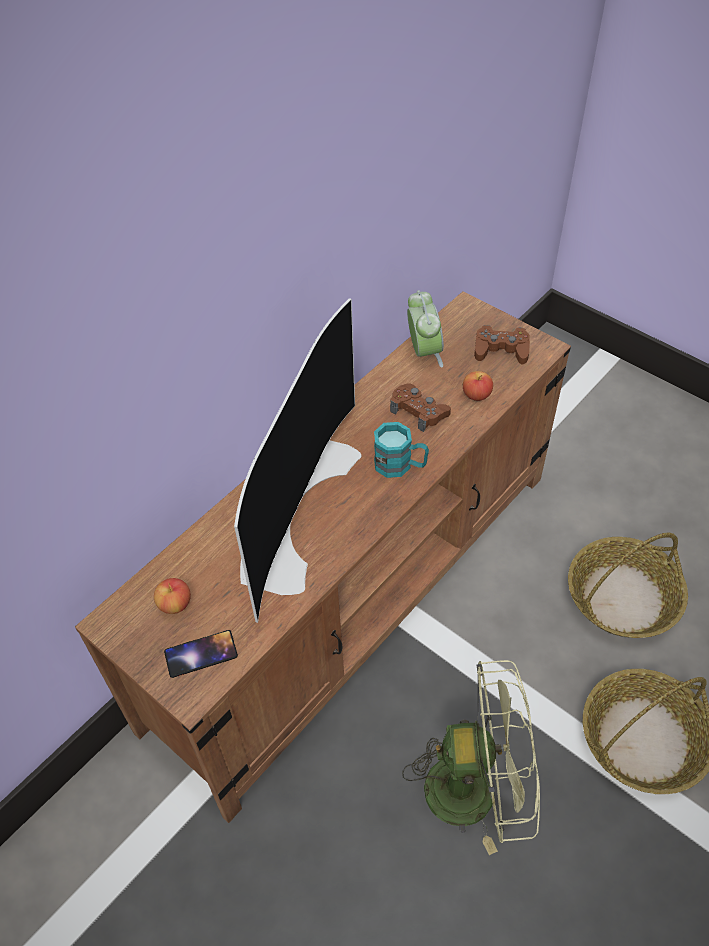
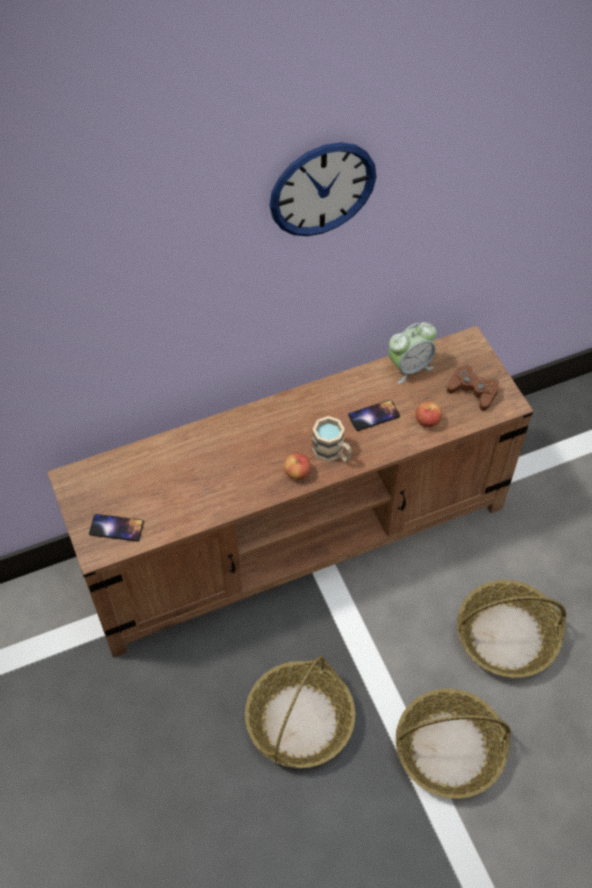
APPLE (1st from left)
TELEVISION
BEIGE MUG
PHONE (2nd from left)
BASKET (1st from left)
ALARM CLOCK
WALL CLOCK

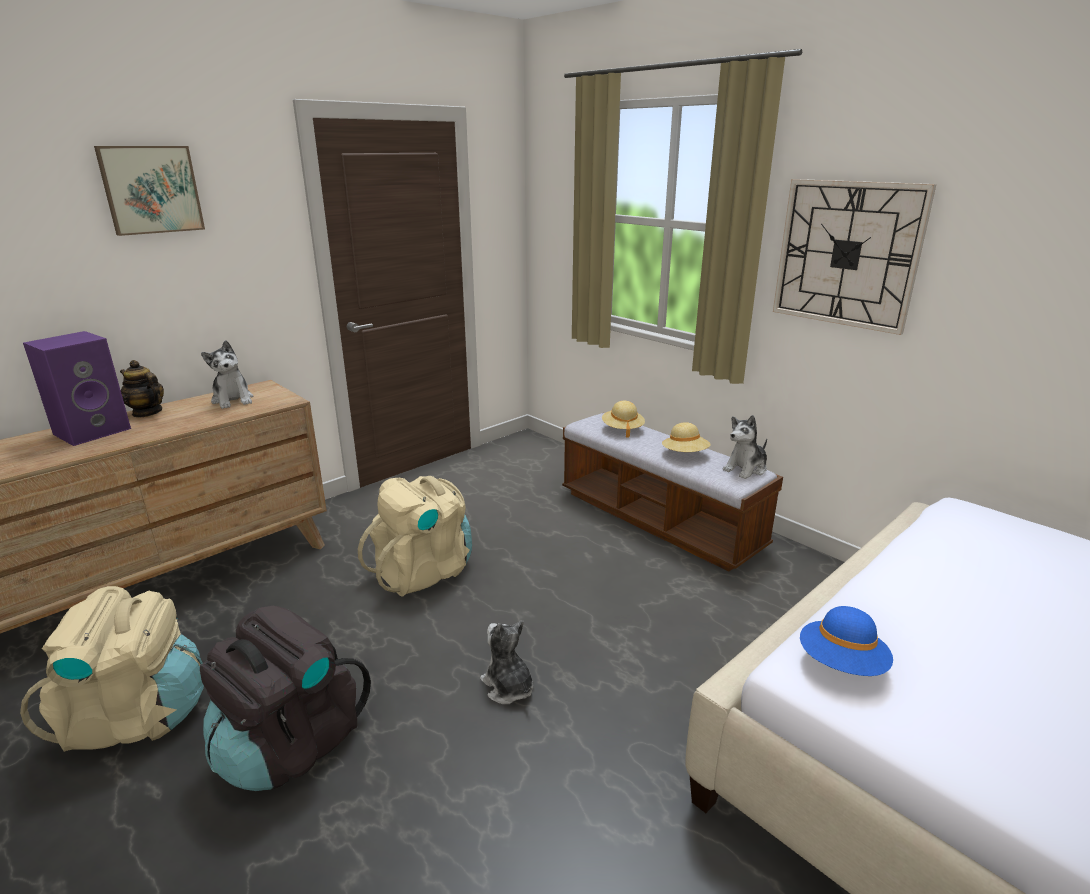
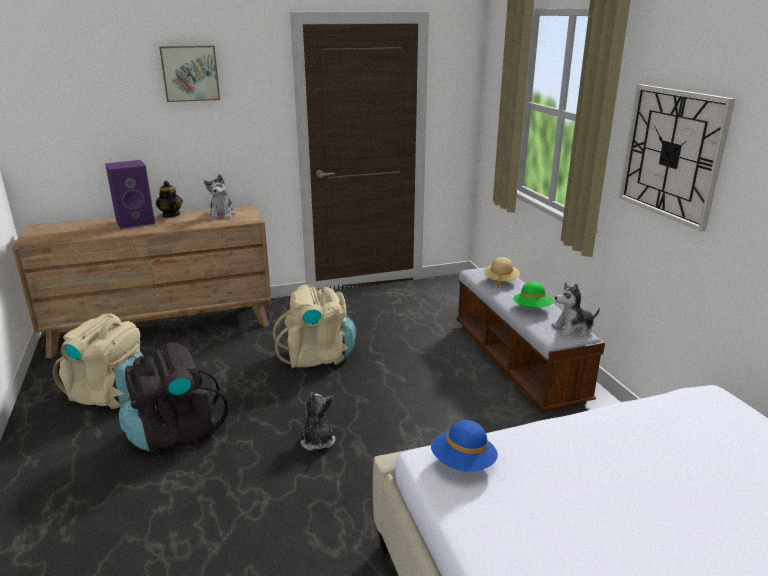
GREEN HAT

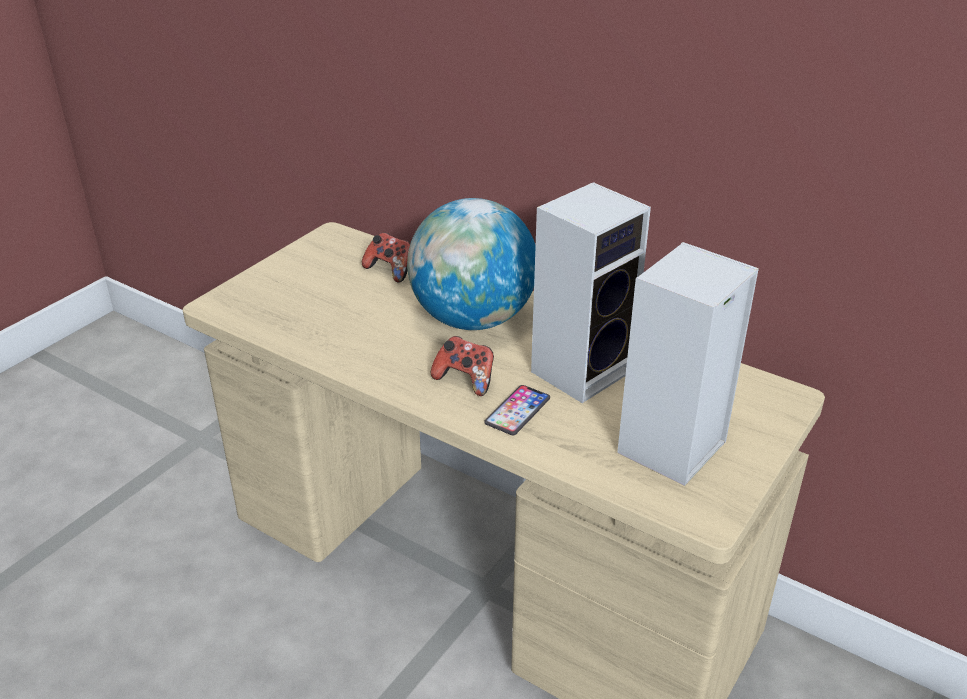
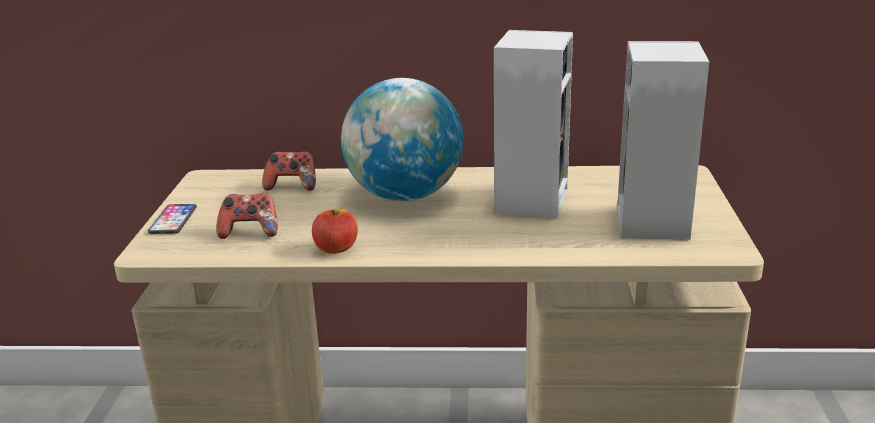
GAME CONTROLLER (1st from left)
PHONE
APPLE

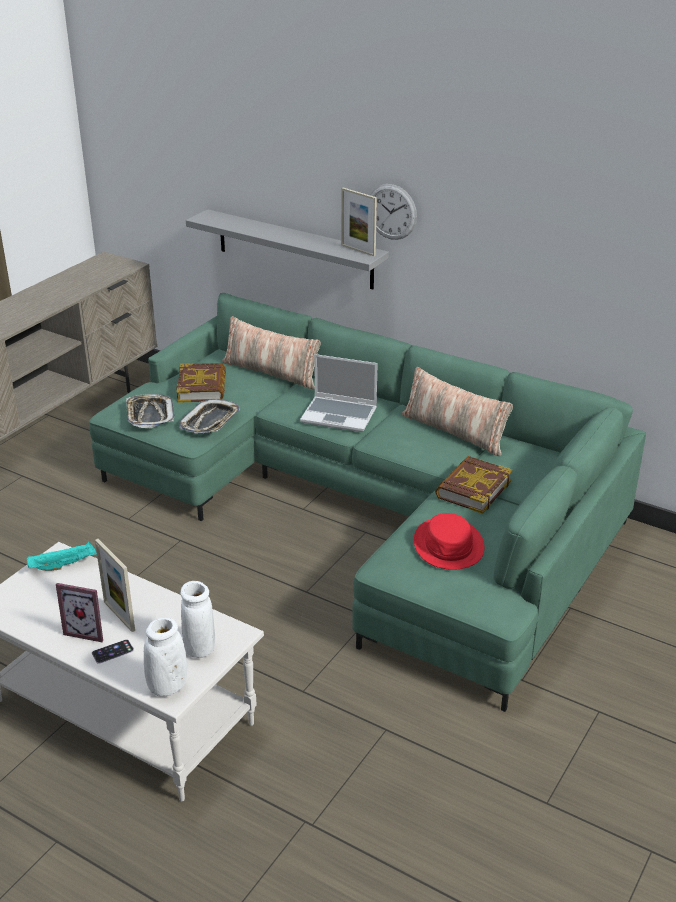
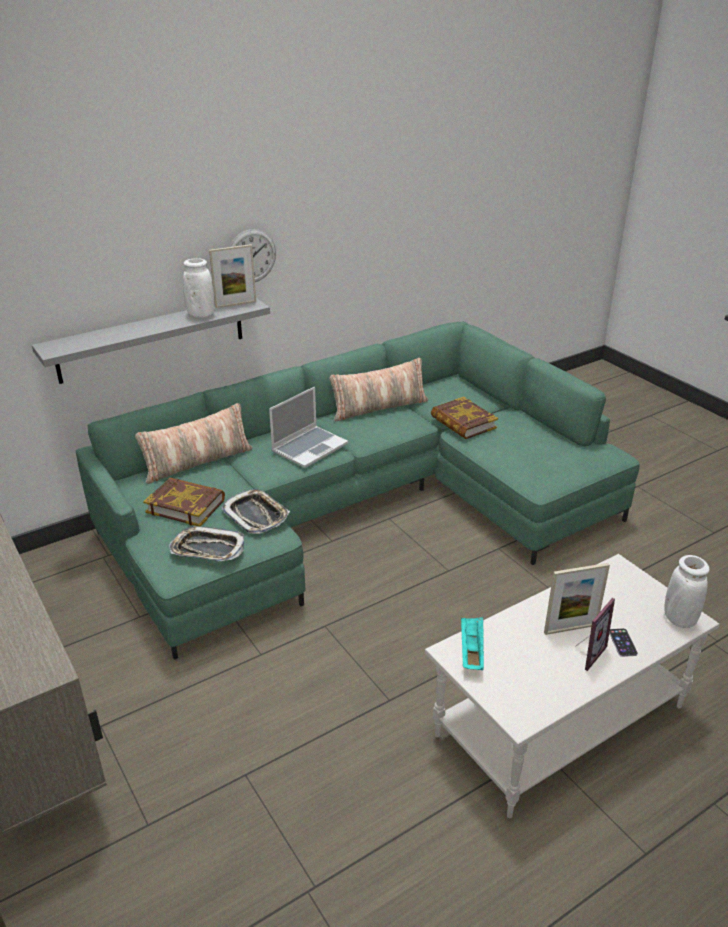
WHITE VASE (1st from left)
RED HAT

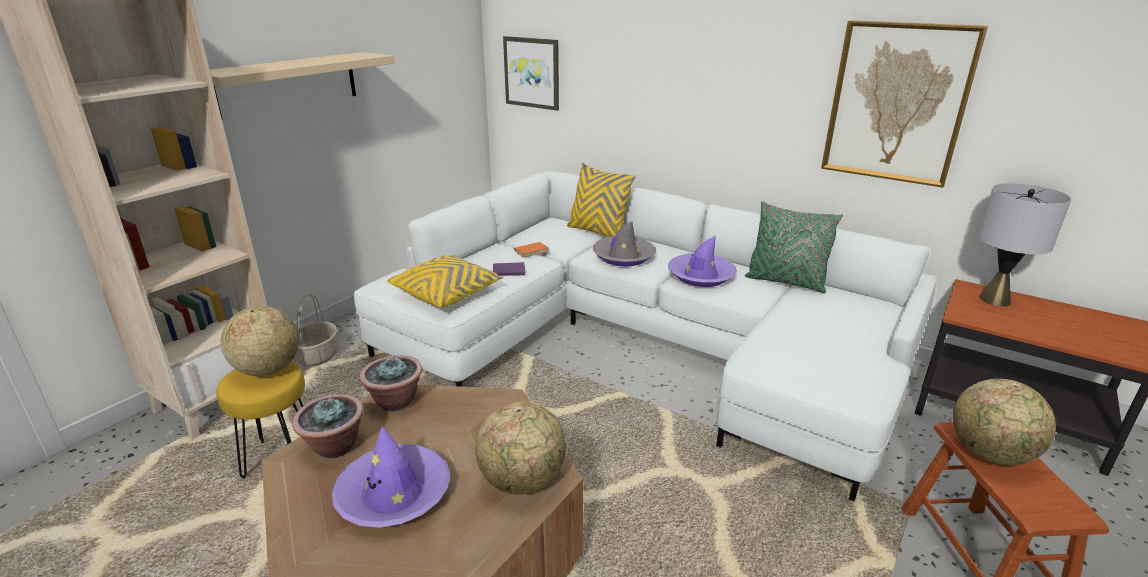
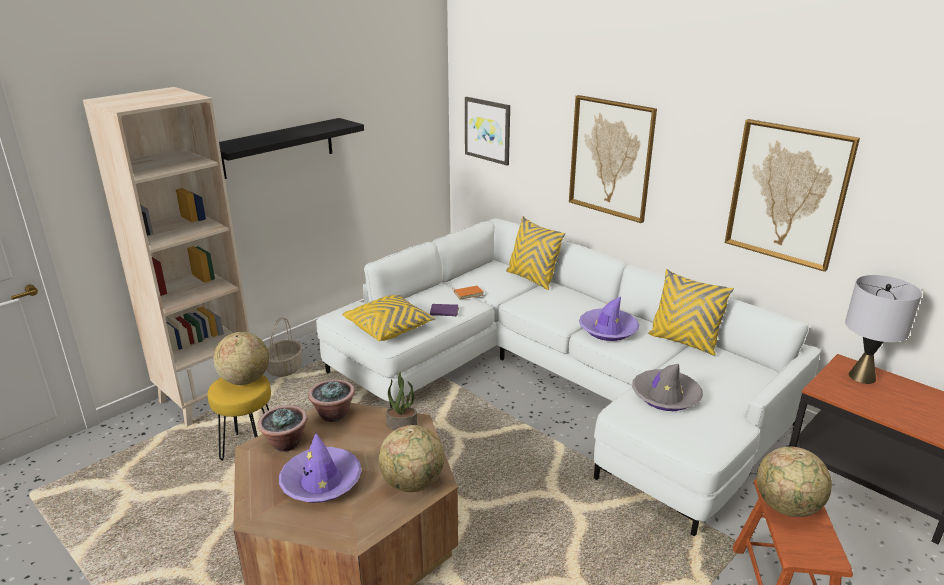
BLACK SHELF
GREY HAT
YELLOW PILLOW (3rd from left)
POTTED PLANT (3rd from left)
PICTURE (2nd from left)

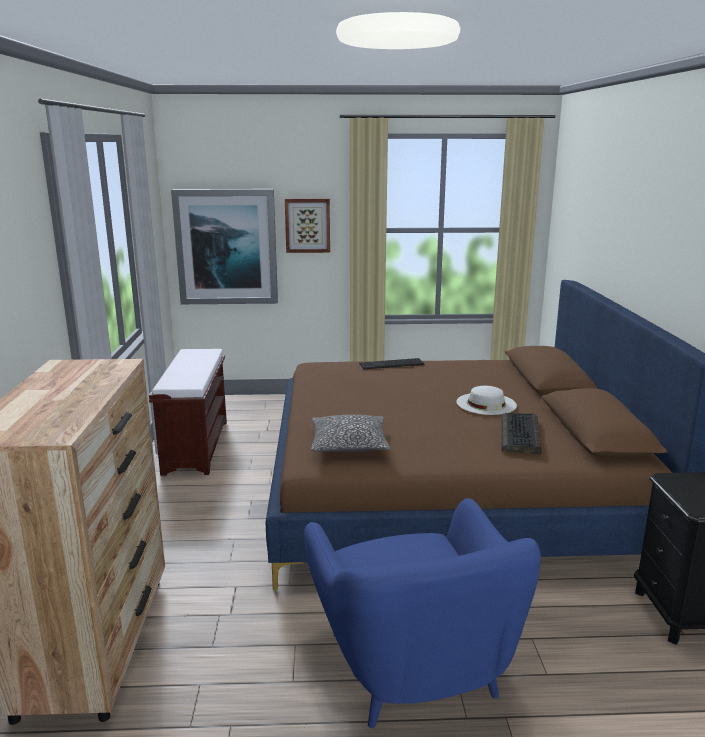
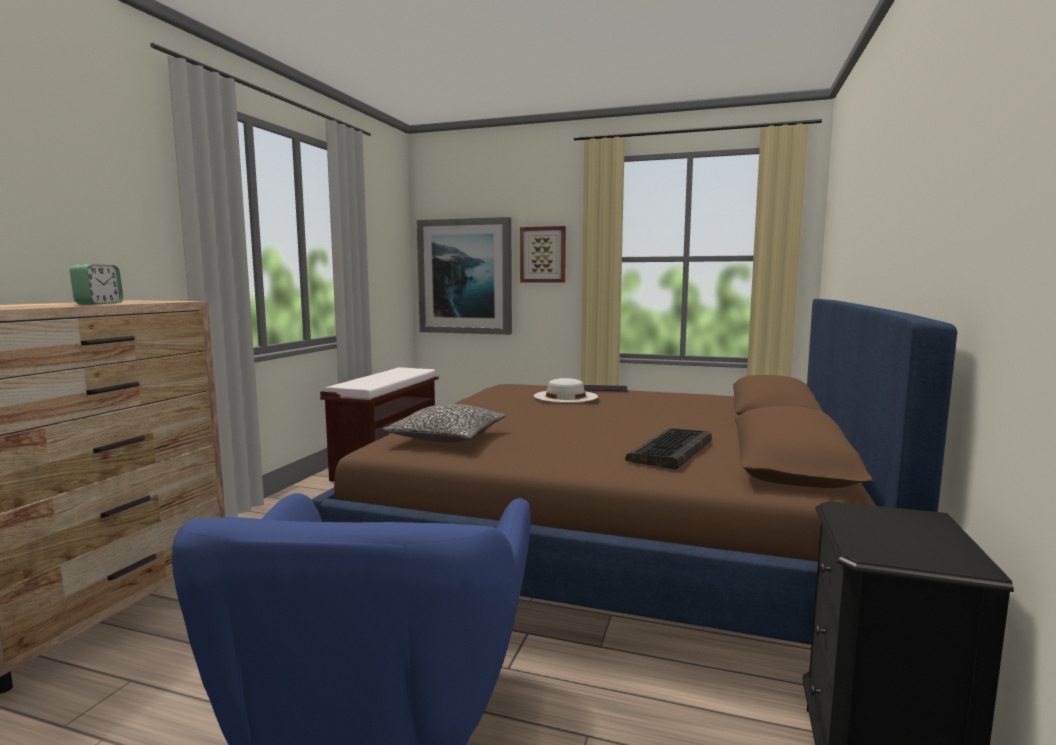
WHITE HAT
ALARM CLOCK

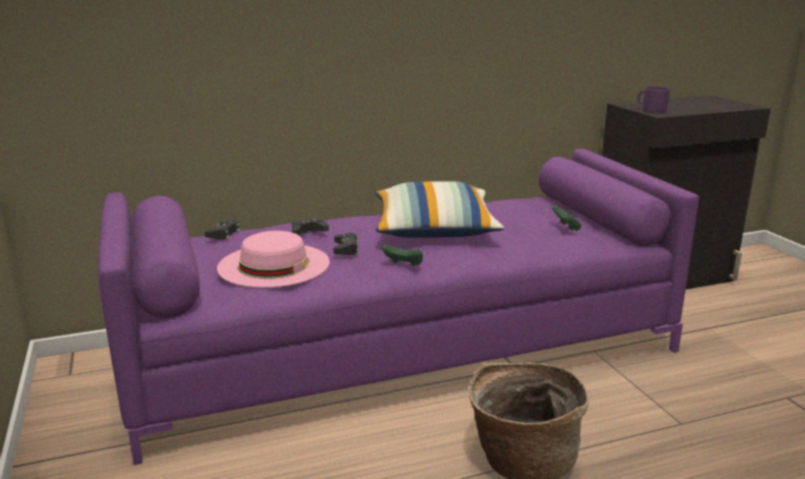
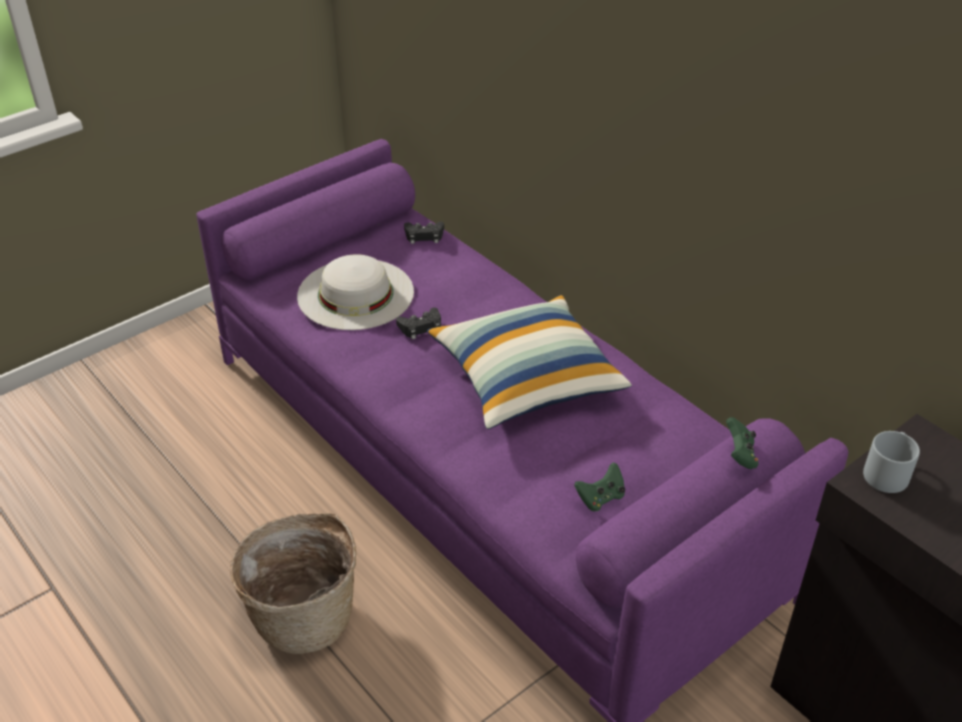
WHITE HAT
BLACK GAME CONTROLLER (2nd from left in the first image)
GREEN GAME CONTROLLER (2nd from left)
GREY MUG

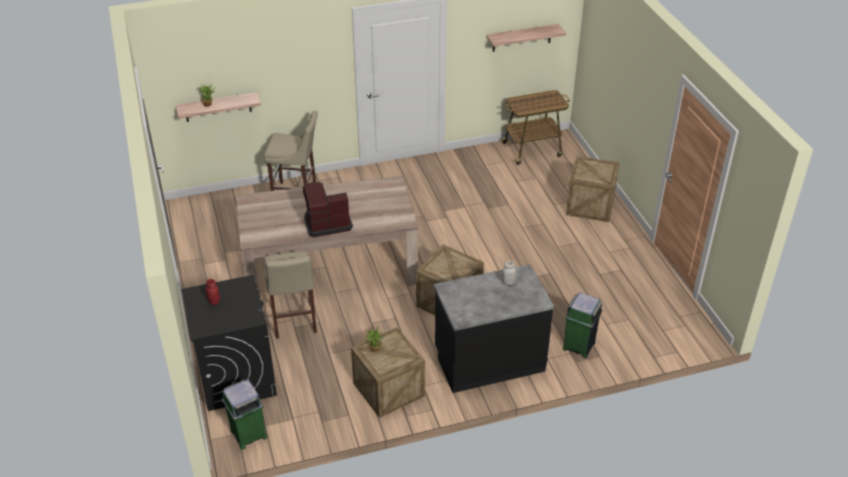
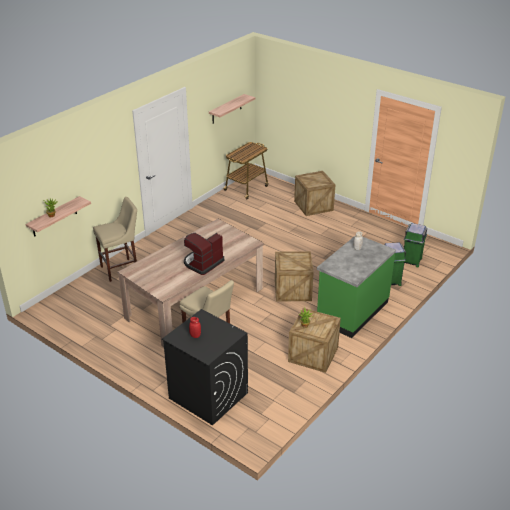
GREEN TRASH CAN (2nd from left)
GREEN COUNTER

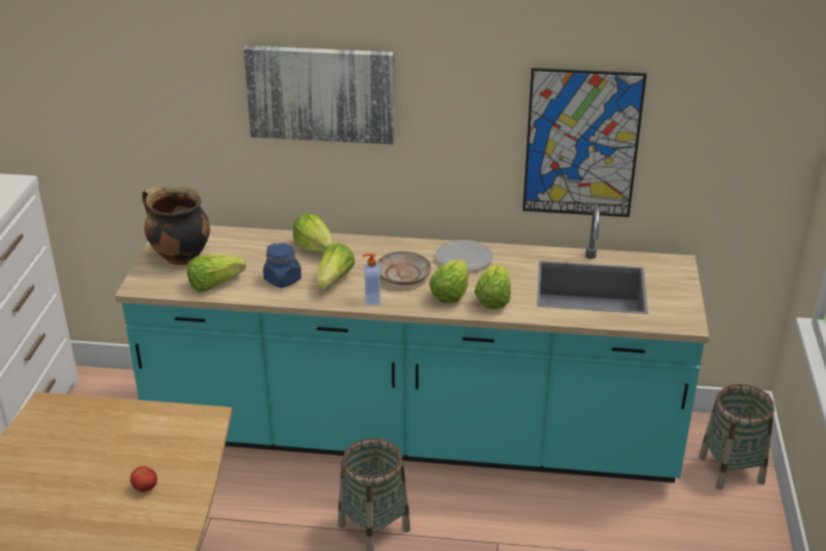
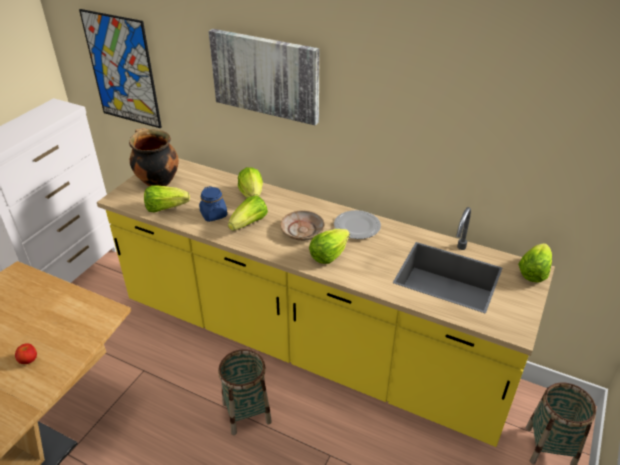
YELLOW COUNTER
SOAP DISPENSER
LETTUCE (5th from left)
PICTURE (1st from left)

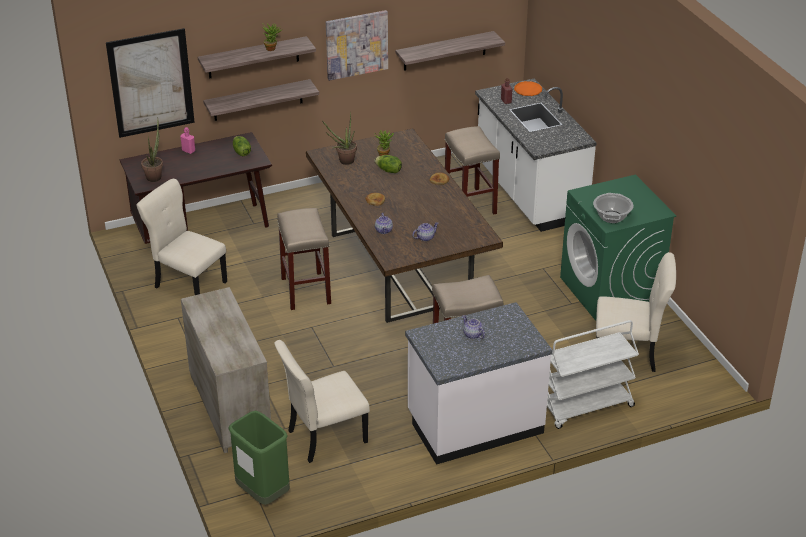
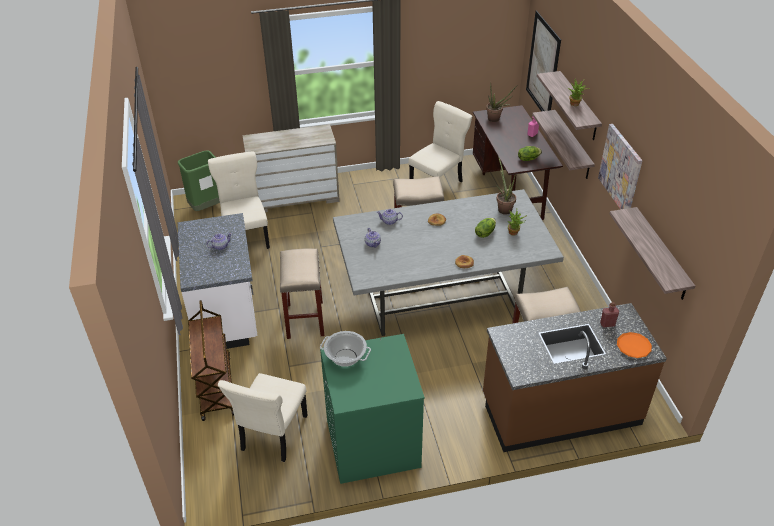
GREY DINING TABLE
BROWN COUNTER
BROWN CART

